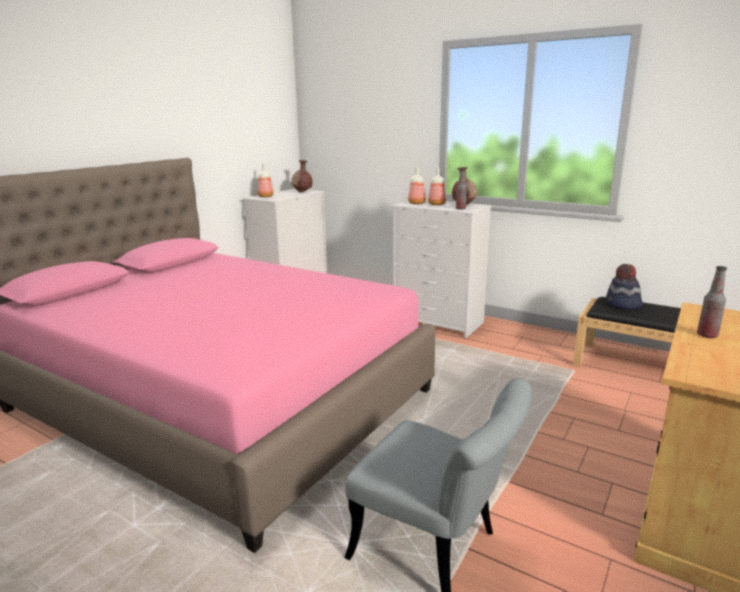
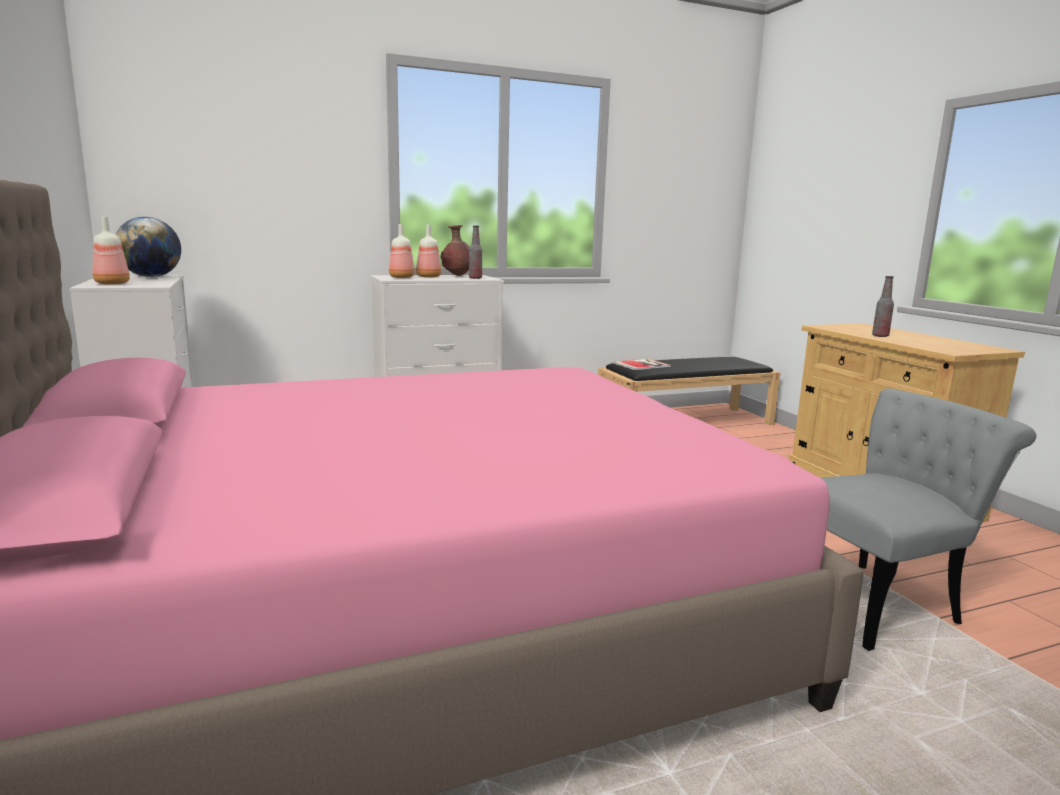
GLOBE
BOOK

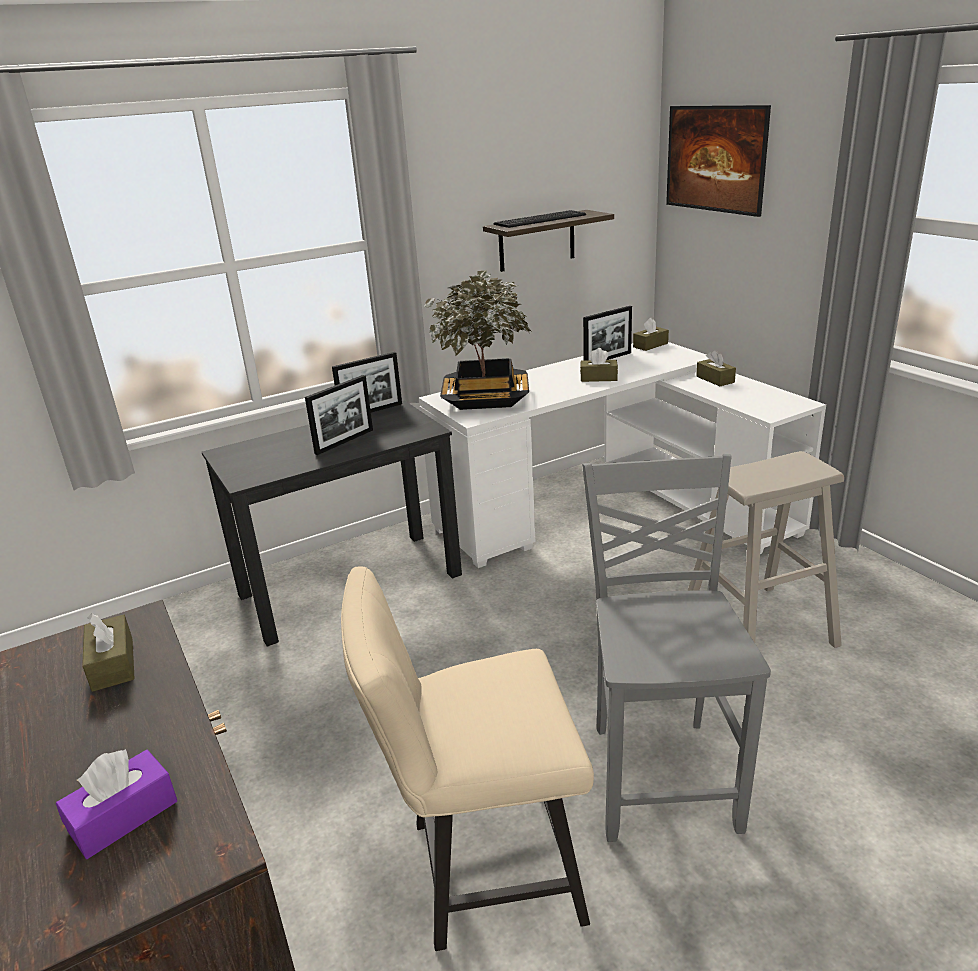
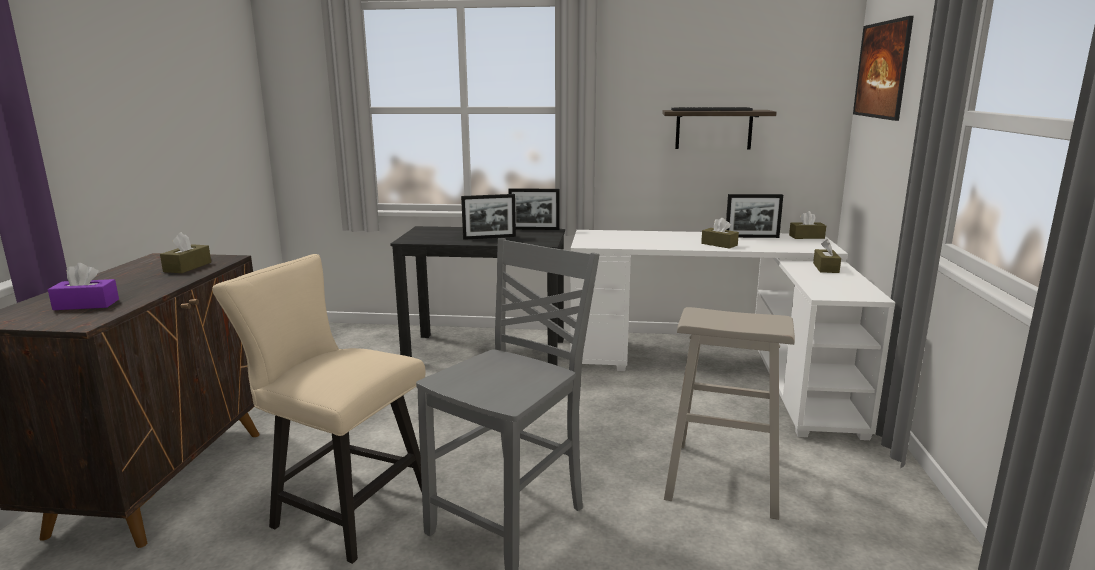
POTTED PLANT

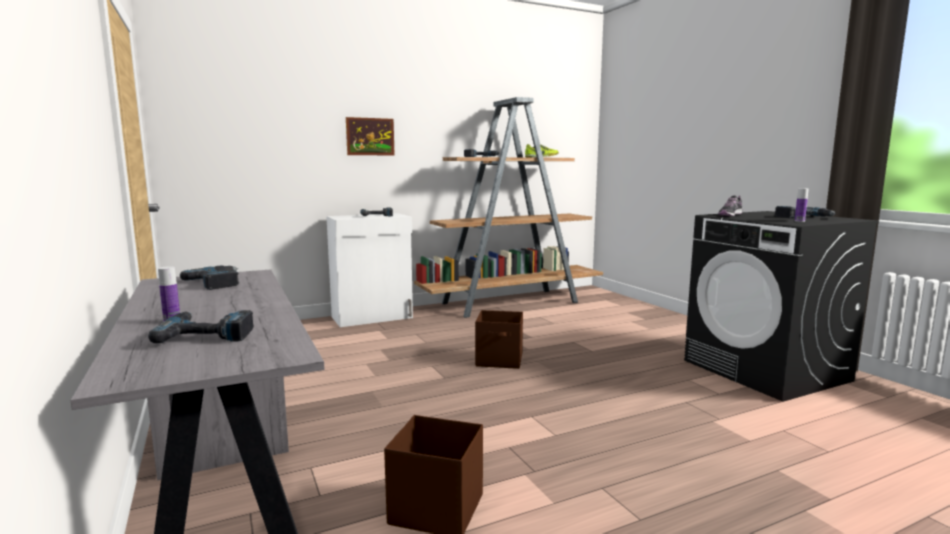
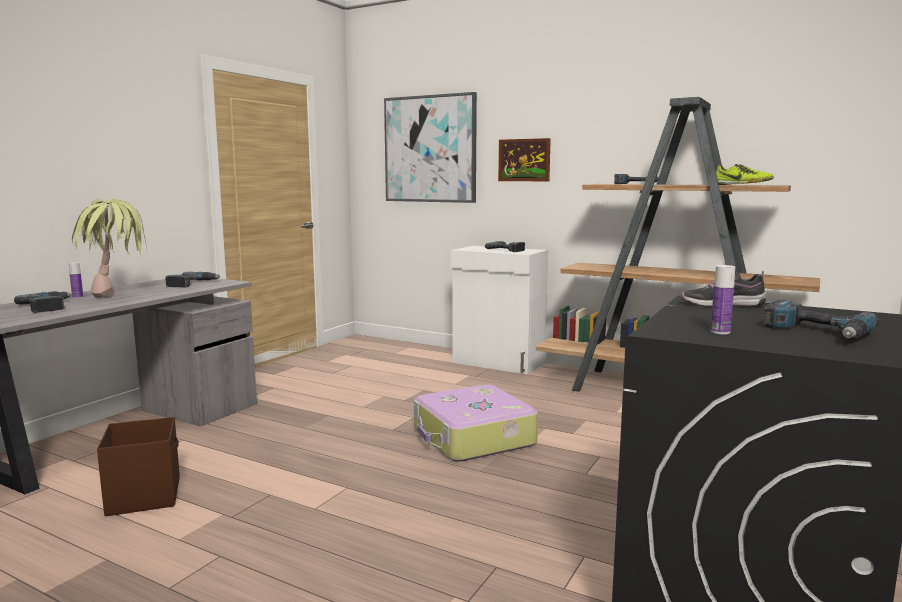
SUITCASE
POTTED PLANT
PICTURE (1st from left)

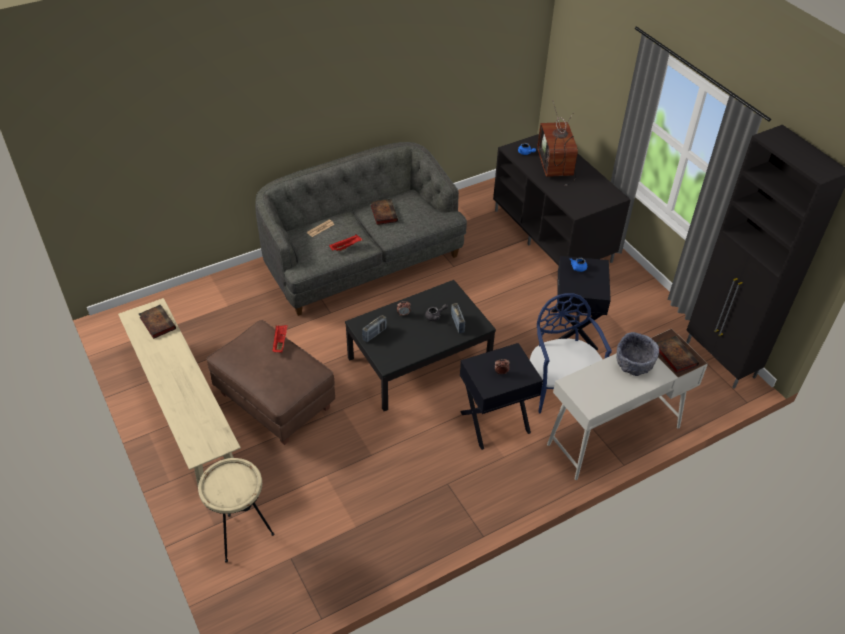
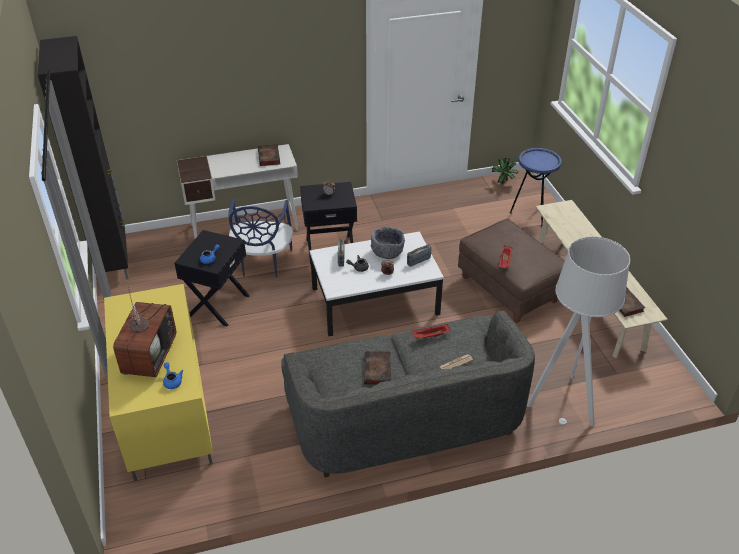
BLUE SIDE TABLE
WHITE COFFEE TABLE
YELLOW TV STAND
GREY BOWL
BOOK (1st from left)
POTTED PLANT
GREY FLOOR LAMP

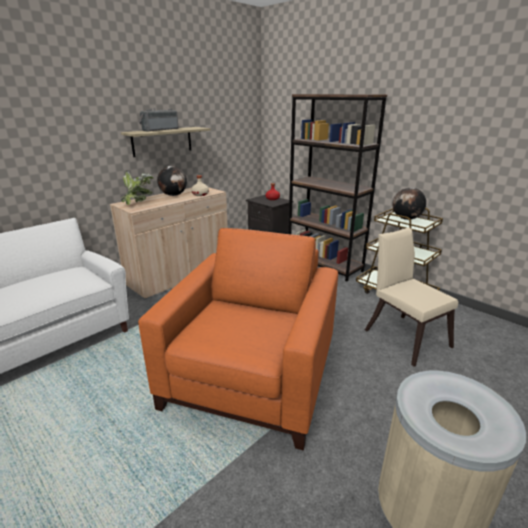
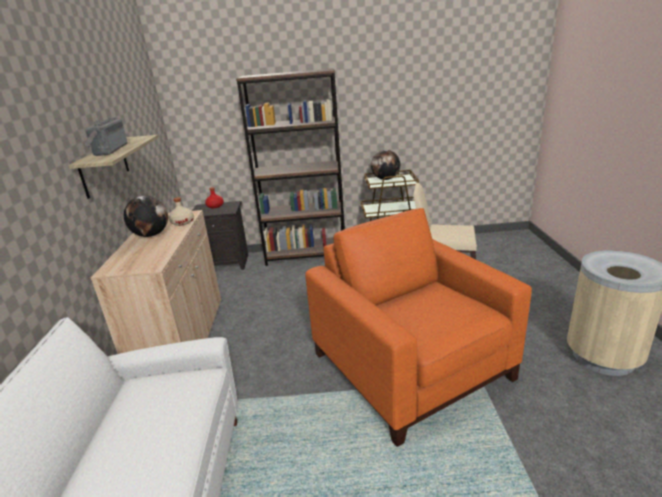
POTTED PLANT

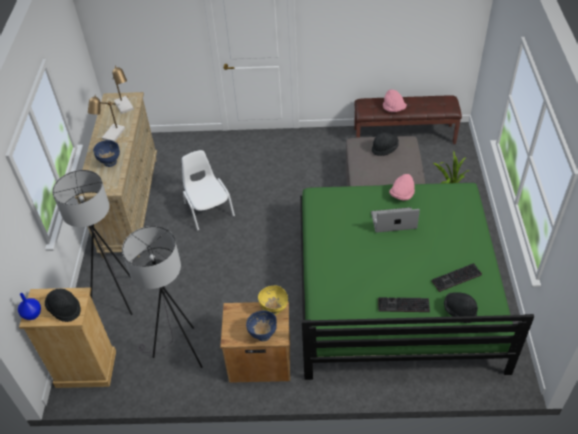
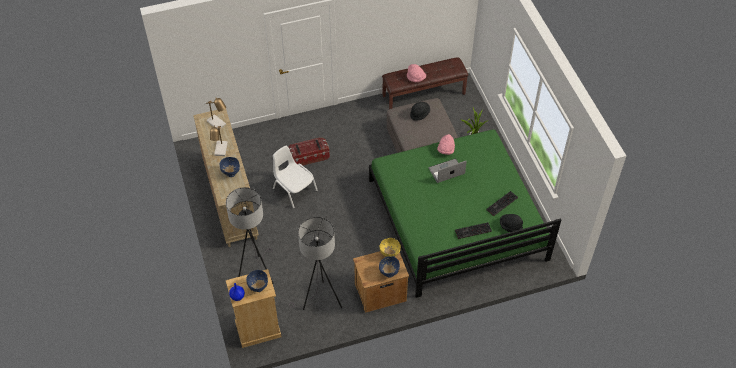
BLUE BOWL (2nd from left)
STORAGE BOX

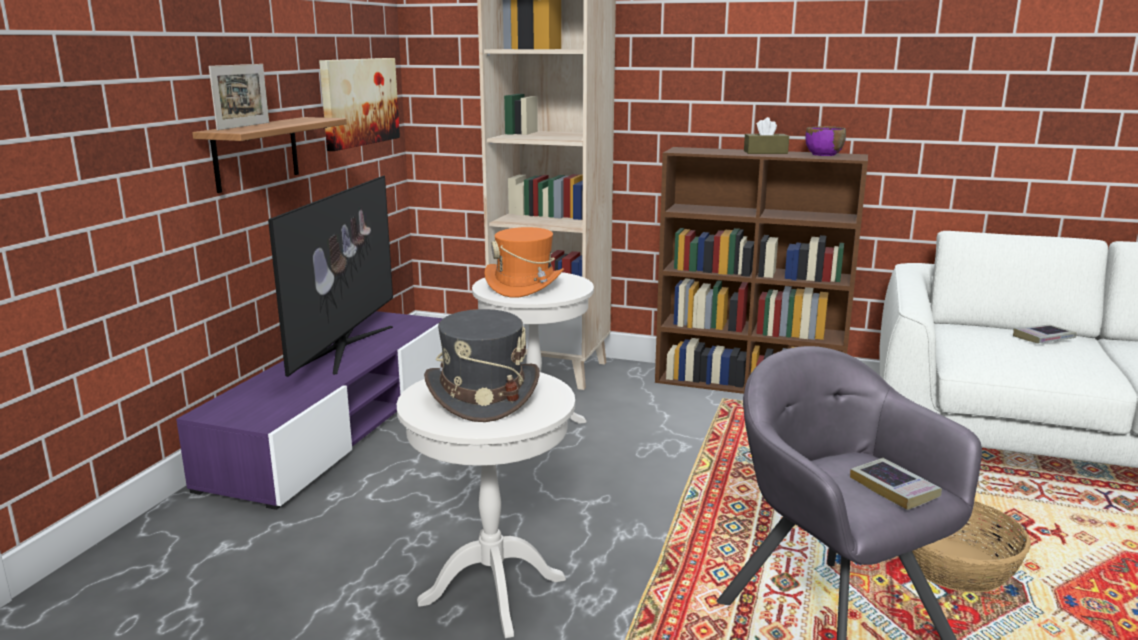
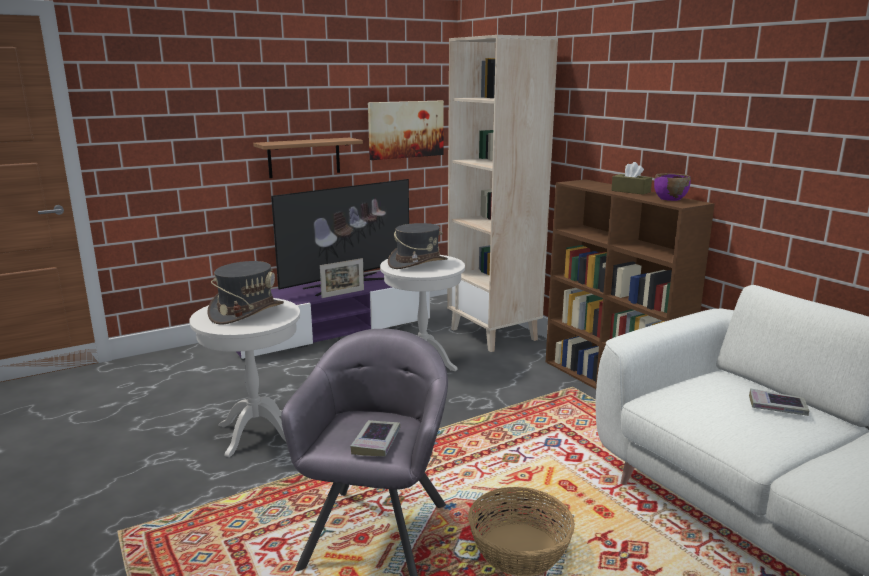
PICTURE FRAME
GREY HAT (2nd from left)

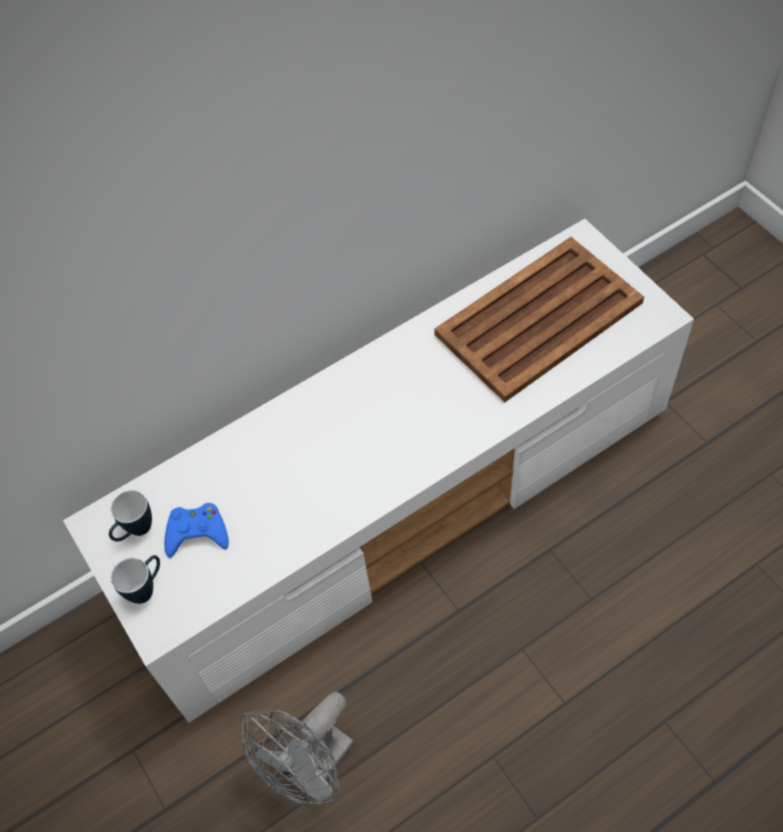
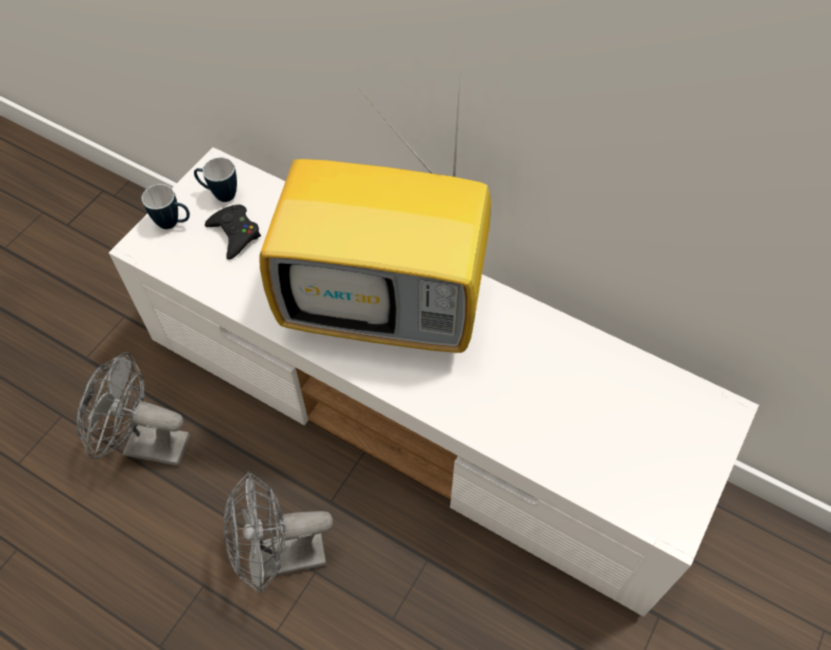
BLACK GAME CONTROLLER
BROWN TRAY
GREY FAN (2nd from left)
TELEVISION

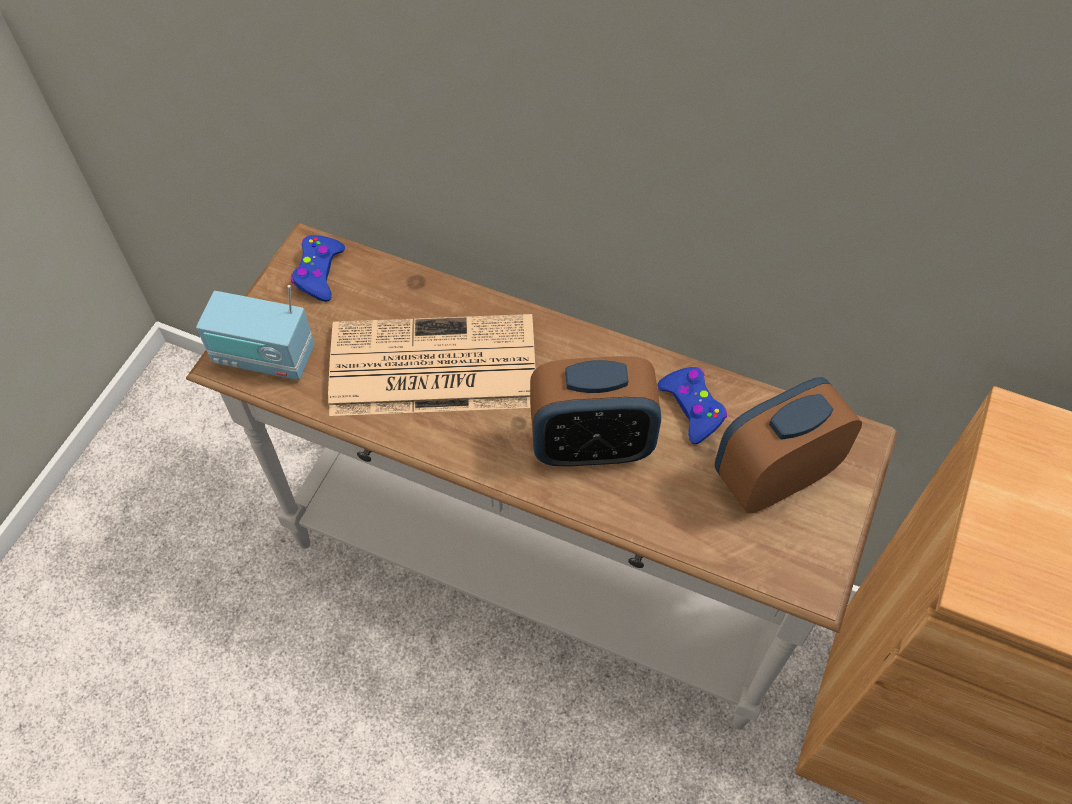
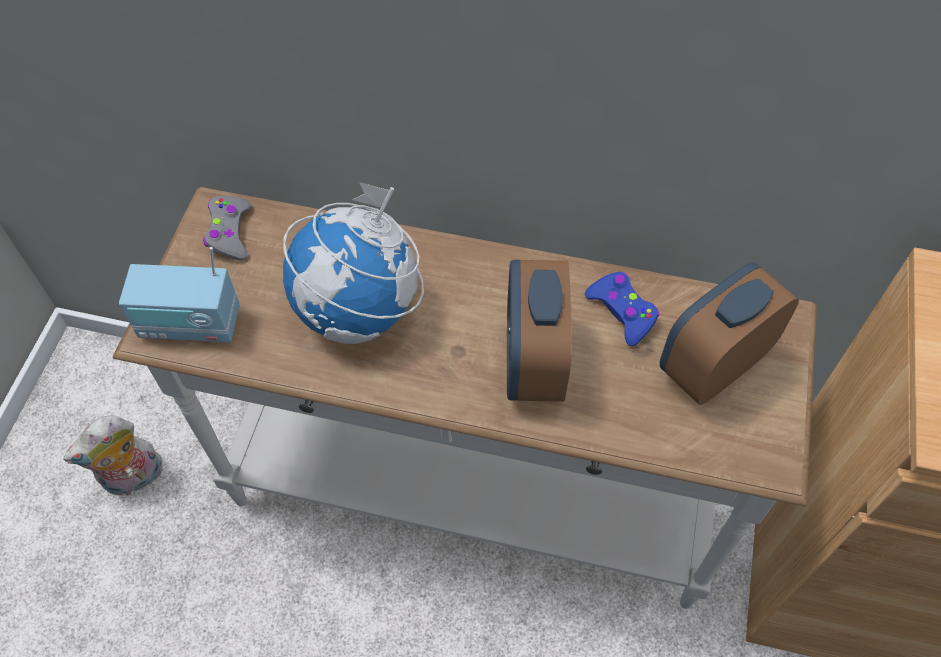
GREY GAME CONTROLLER
GLOBE
ALARM CLOCK (1st from left)
PLUSH TOY

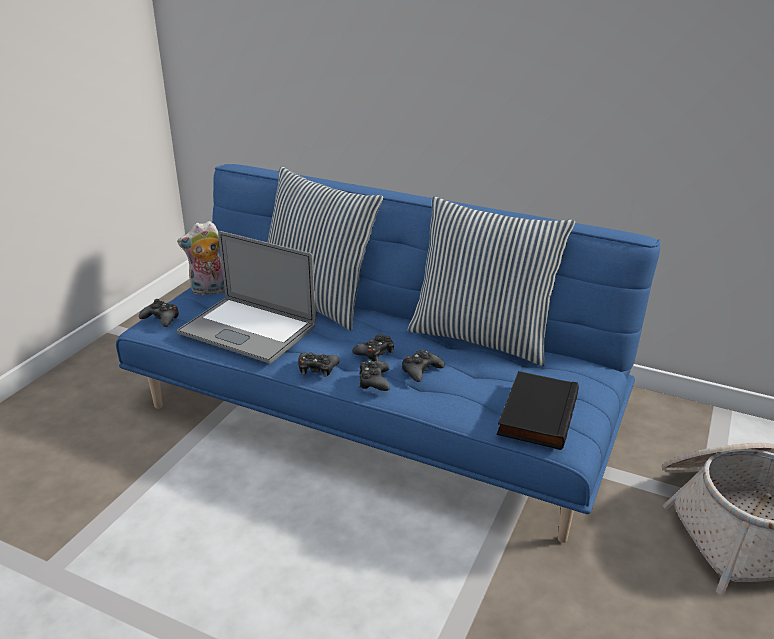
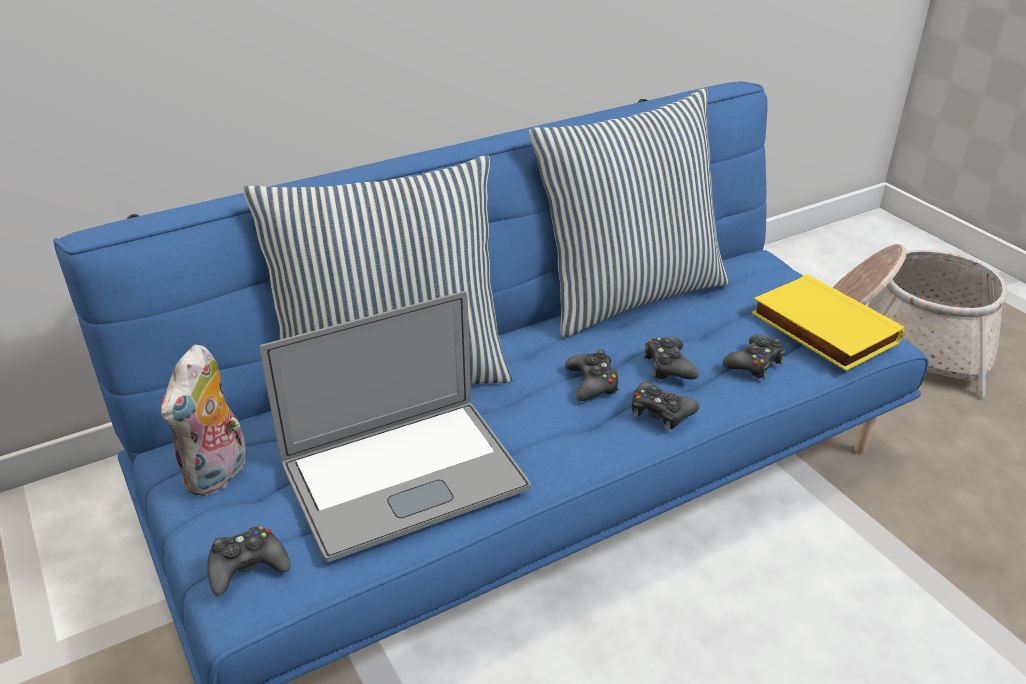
BLACK GAME CONTROLLER (5th from left)
YELLOW BOOK

